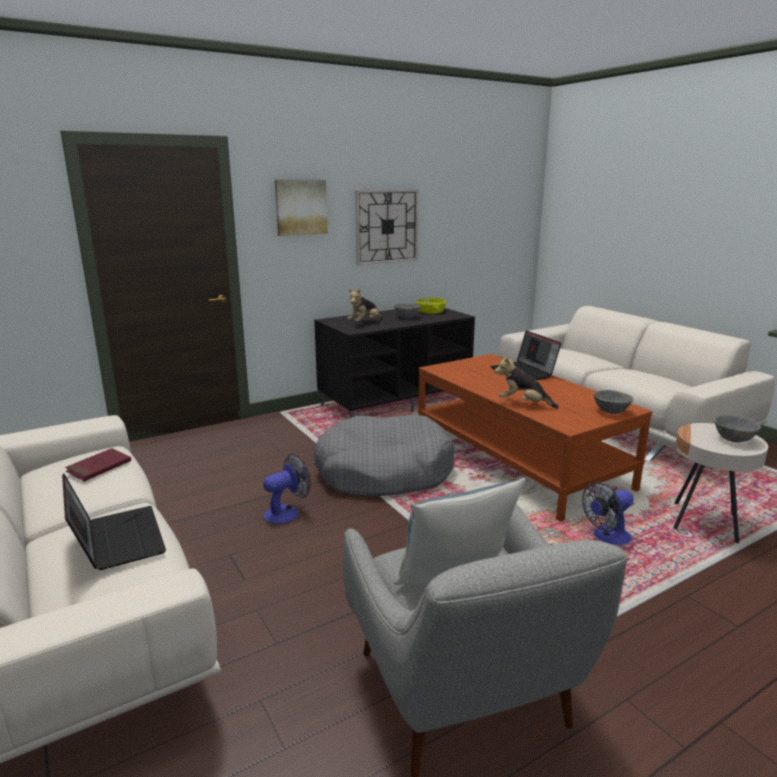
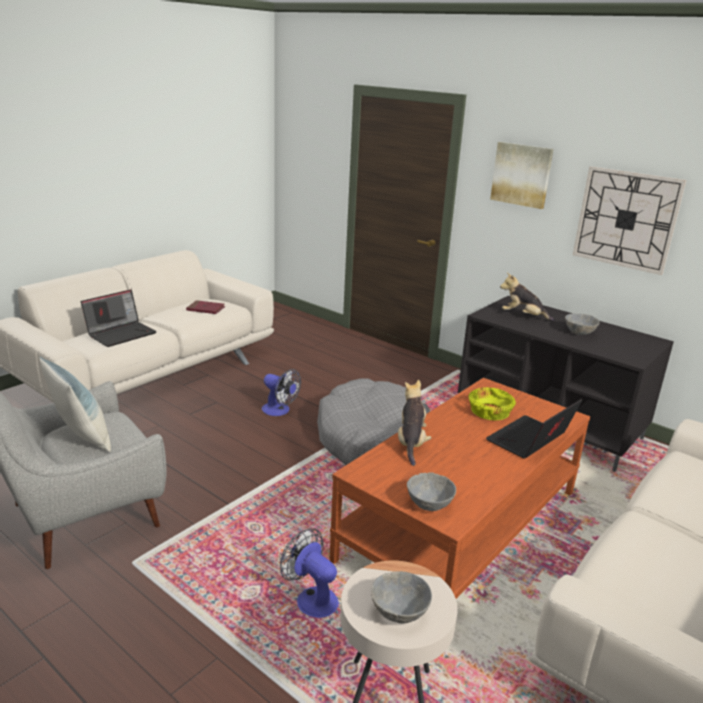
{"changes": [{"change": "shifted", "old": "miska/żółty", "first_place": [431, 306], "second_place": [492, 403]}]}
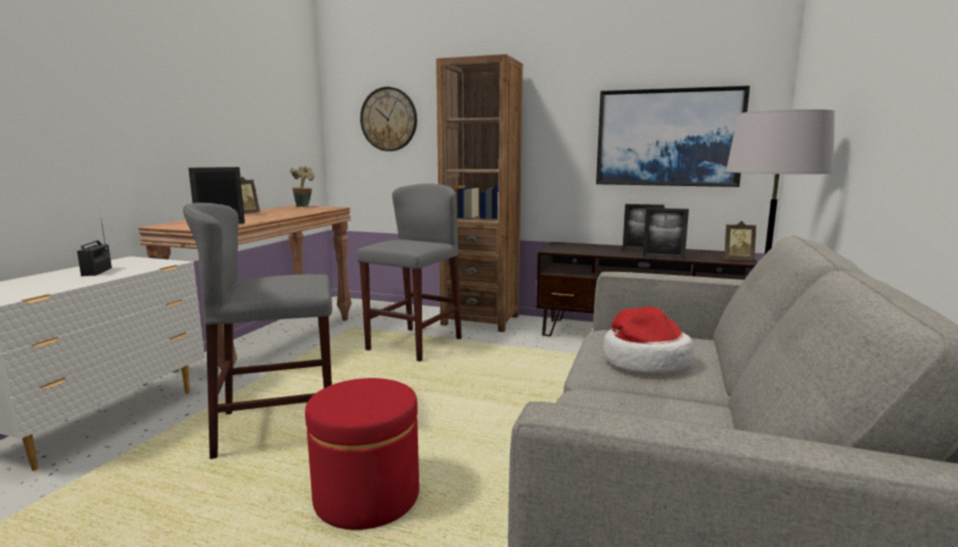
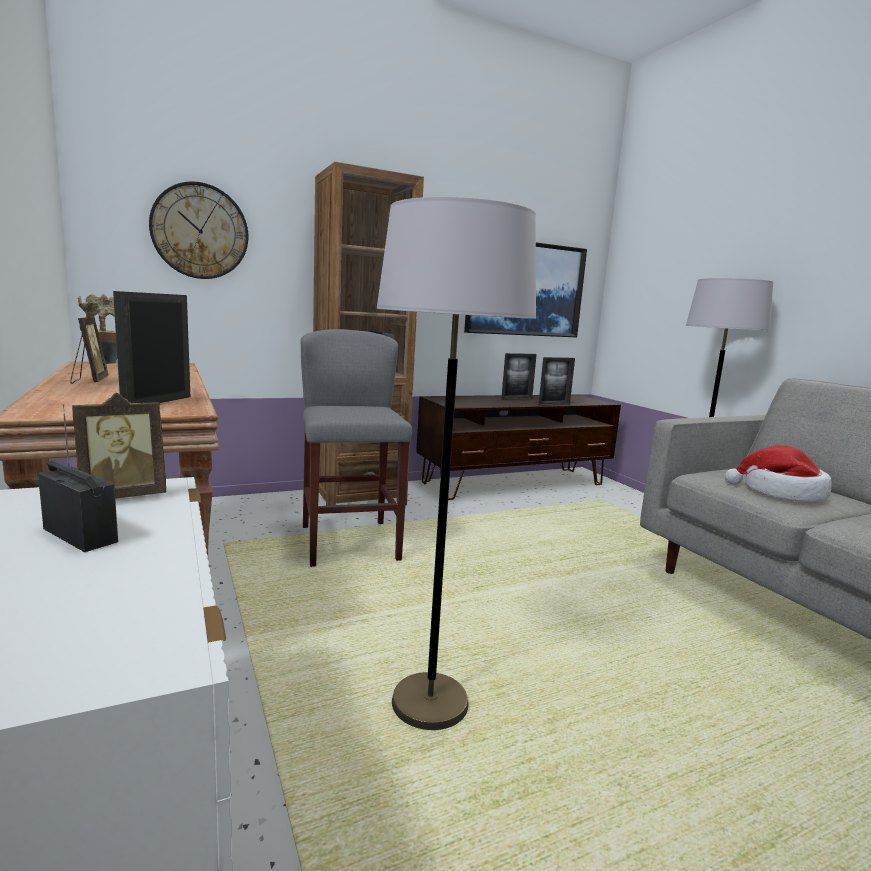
{"changes": [{"change": "swapped", "old": "stołek/szary", "new": "lampa stojąca/szary", "first_place": [257, 331], "second_place": [456, 463]}, {"change": "gone", "old": "pufa/czerwony", "first_place": [362, 454]}, {"change": "shifted", "old": "ramka na zdjęcie", "first_place": [740, 240], "second_place": [119, 446]}]}
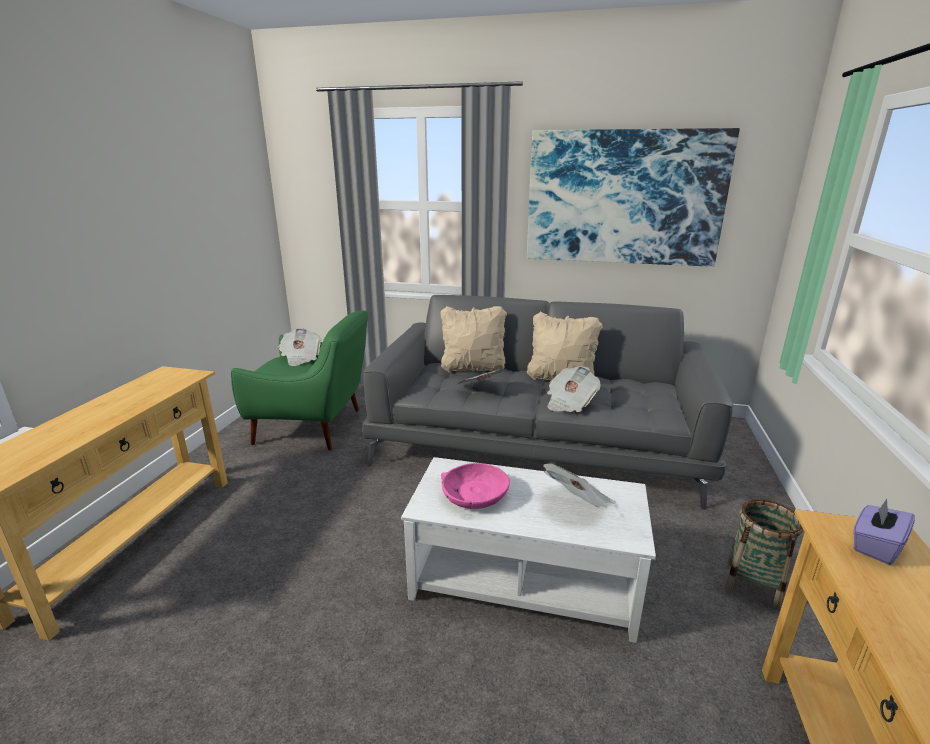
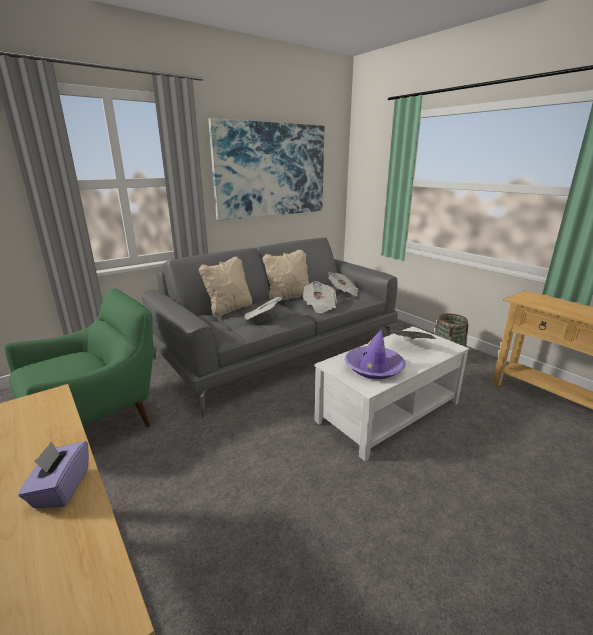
{"changes": [{"change": "shifted", "old": "gazeta", "first_place": [300, 347], "second_place": [343, 284]}, {"change": "swapped", "old": "miska/różowy", "new": "kapelusz/fioletowy", "first_place": [475, 486], "second_place": [375, 354]}, {"change": "shifted", "old": "pudełko chusteczek/fioletowy", "first_place": [884, 531], "second_place": [53, 474]}]}
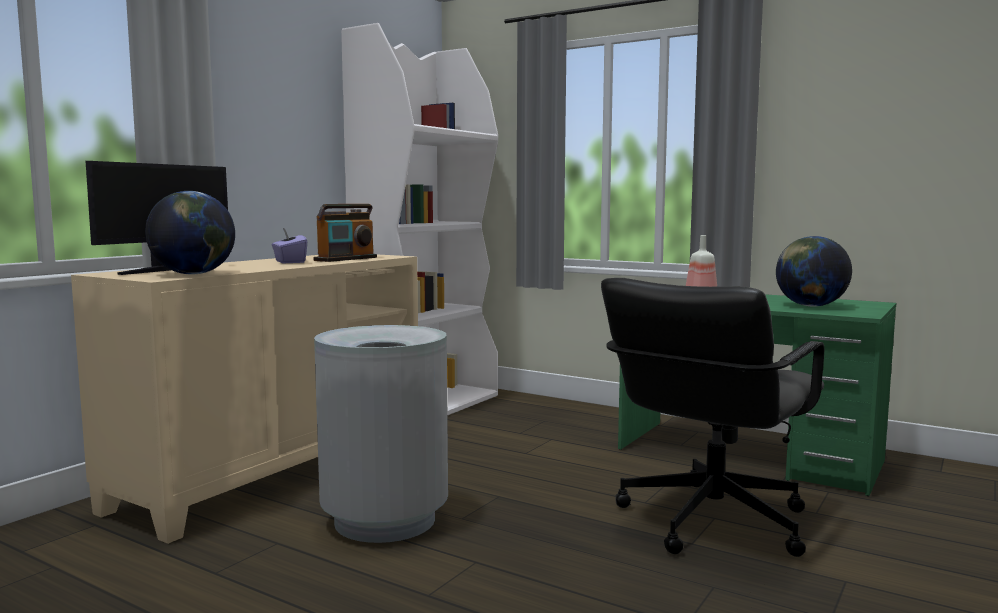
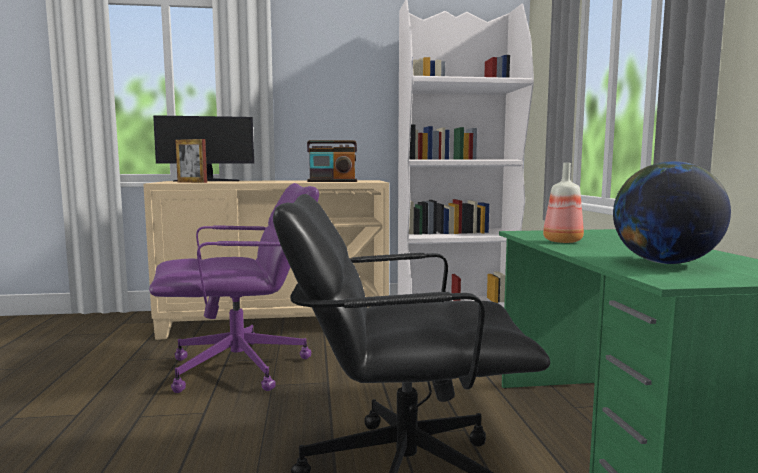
{"changes": [{"change": "swapped", "old": "globus", "new": "ramka na zdjęcie", "first_place": [190, 233], "second_place": [191, 161]}, {"change": "gone", "old": "pudełko chusteczek/fioletowy", "first_place": [289, 245]}, {"change": "swapped", "old": "kosz na śmieci/szary", "new": "krzesło biurowe/fioletowy", "first_place": [381, 434], "second_place": [234, 288]}]}
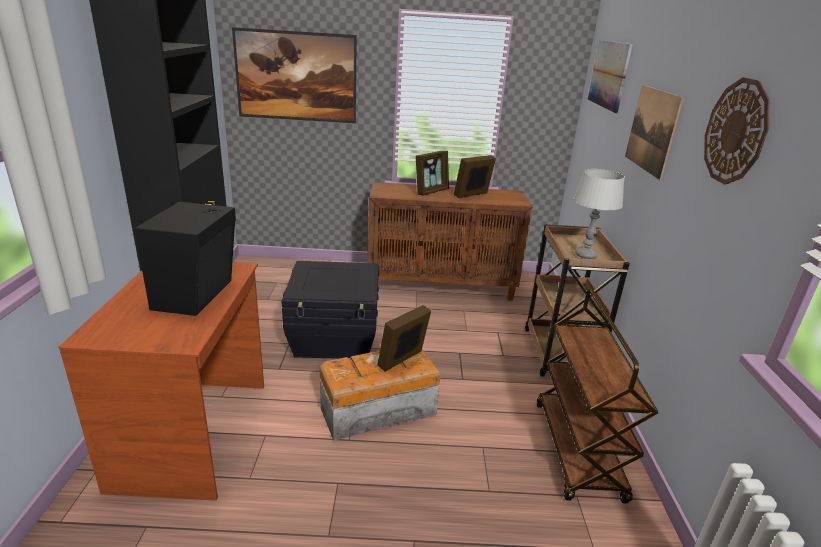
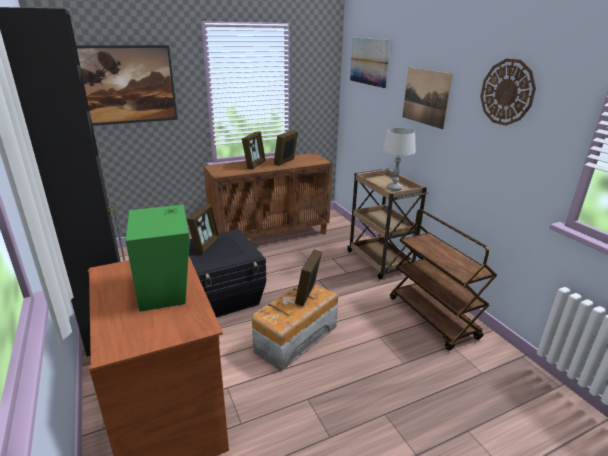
{"changes": [{"change": "repainted", "old": "głośnik/czarny", "new": "głośnik/zielony", "first_place": [185, 258], "second_place": [157, 258]}, {"change": "new", "new": "ramka na zdjęcie", "second_place": [203, 229]}]}
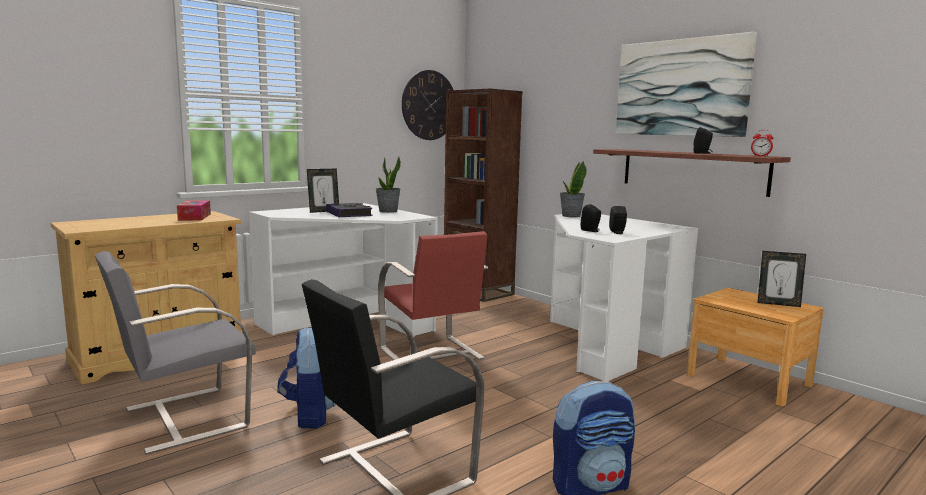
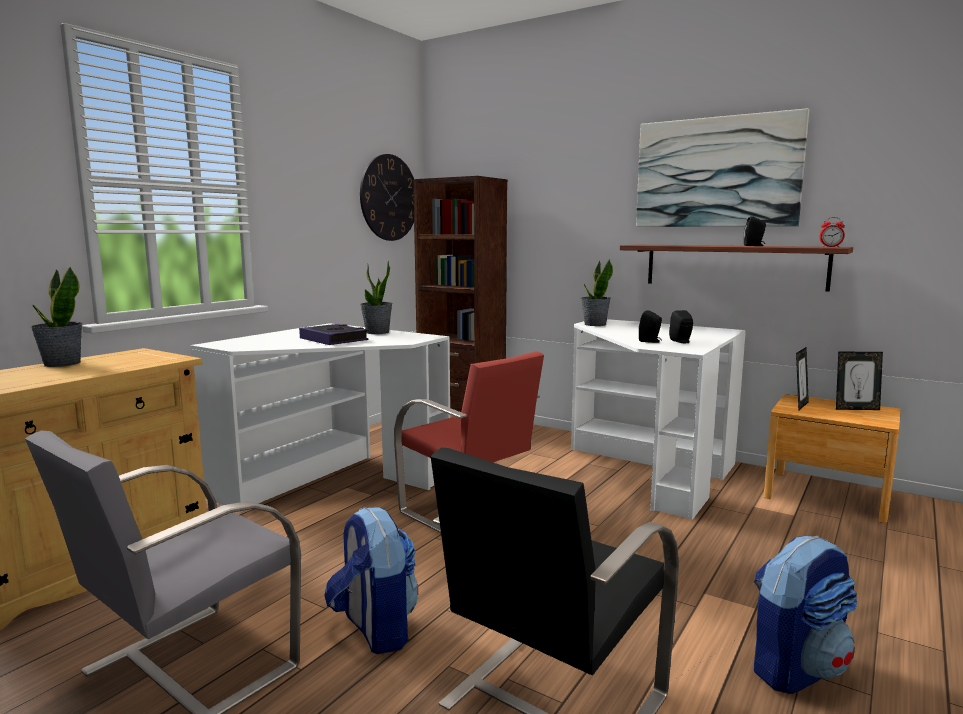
{"changes": [{"change": "gone", "old": "pudełko chusteczek", "first_place": [194, 210]}, {"change": "shifted", "old": "ramka na zdjęcie", "first_place": [323, 191], "second_place": [802, 379]}, {"change": "new", "new": "roślina doniczkowa", "second_place": [56, 317]}]}
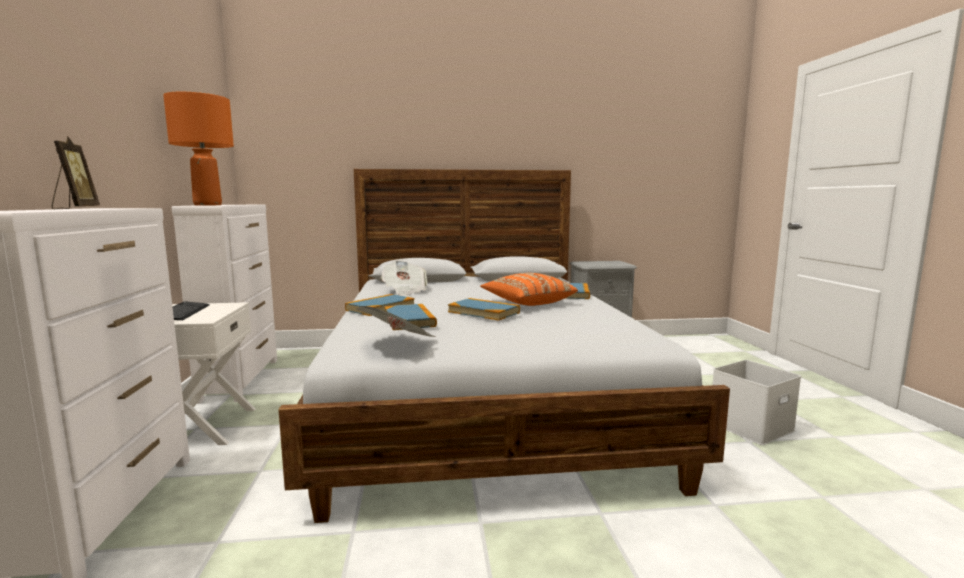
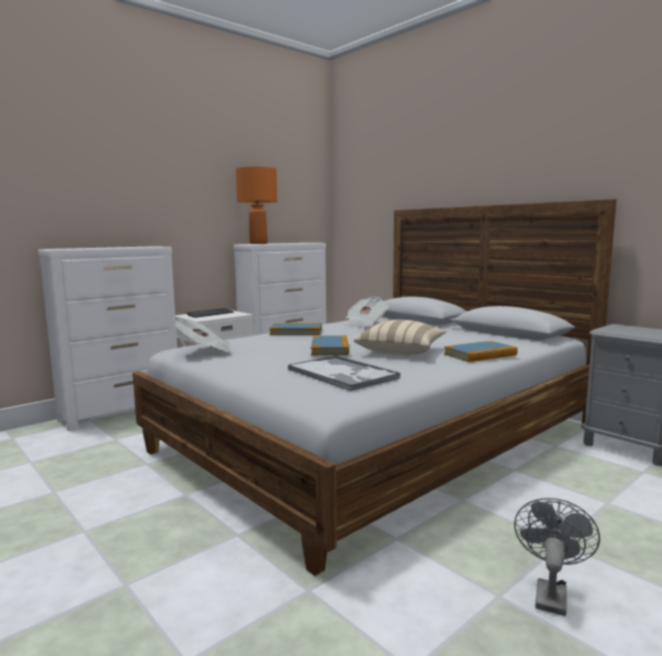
{"changes": [{"change": "gone", "old": "ramka na zdjęcie", "first_place": [76, 172]}, {"change": "gone", "old": "książka", "first_place": [410, 317]}, {"change": "repainted", "old": "poduszka/pomarańczowy", "new": "poduszka/beżowy", "first_place": [529, 289], "second_place": [400, 337]}, {"change": "swapped", "old": "pojemnik do przechowywania/biały", "new": "wentylator/szary", "first_place": [757, 402], "second_place": [557, 557]}, {"change": "new", "new": "taca", "second_place": [344, 373]}]}
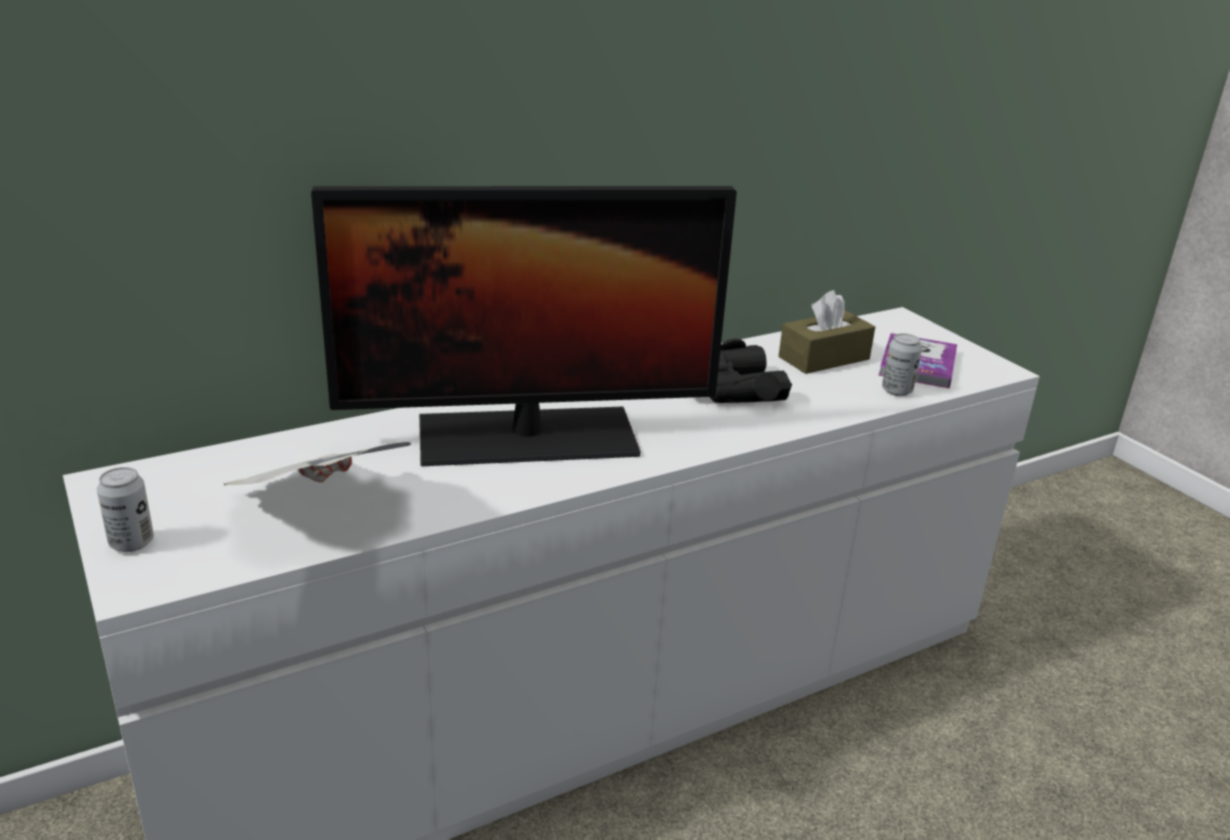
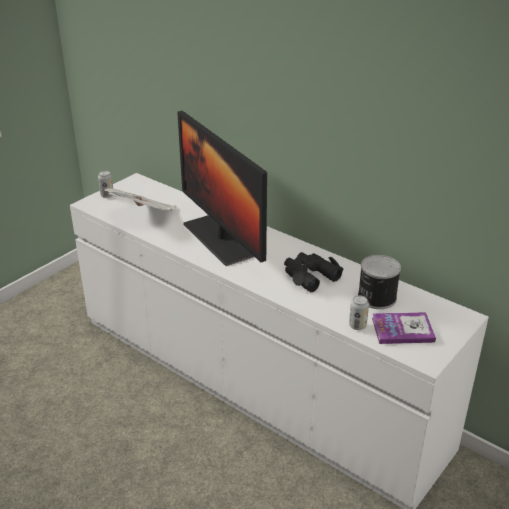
{"changes": [{"change": "swapped", "old": "pudełko chusteczek/brązowy", "new": "puszka", "first_place": [827, 332], "second_place": [379, 282]}]}
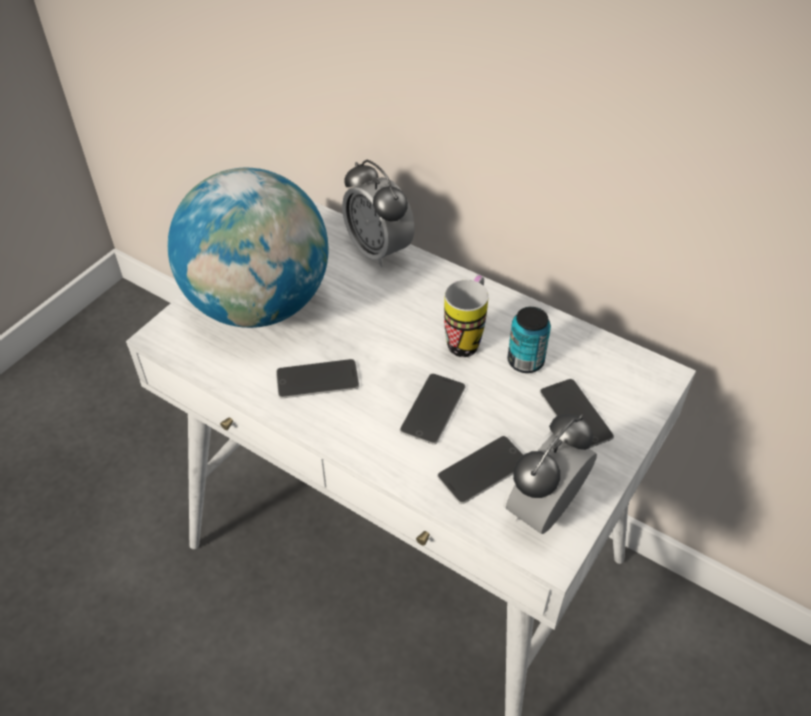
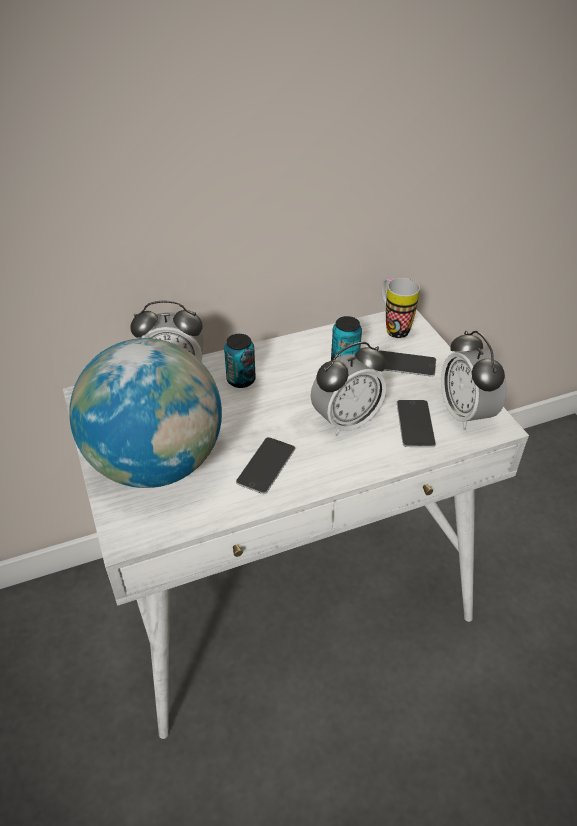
{"changes": [{"change": "swapped", "old": "telefon", "new": "budzik", "first_place": [433, 409], "second_place": [349, 389]}, {"change": "shifted", "old": "kubek", "first_place": [466, 316], "second_place": [401, 307]}, {"change": "new", "new": "puszka", "second_place": [240, 361]}]}
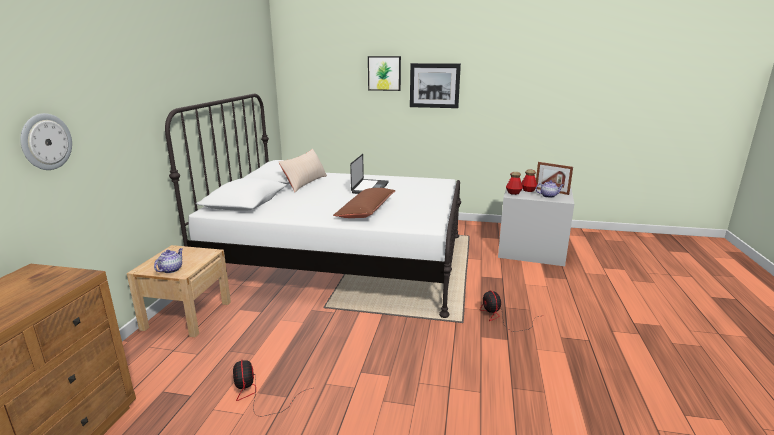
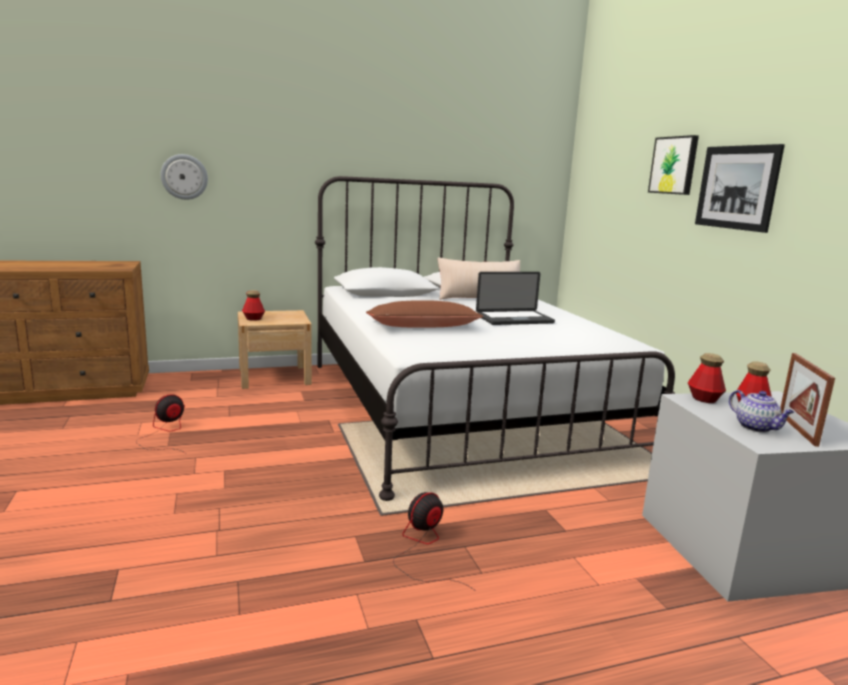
{"changes": [{"change": "swapped", "old": "imbryk", "new": "butelka", "first_place": [168, 260], "second_place": [253, 305]}]}
